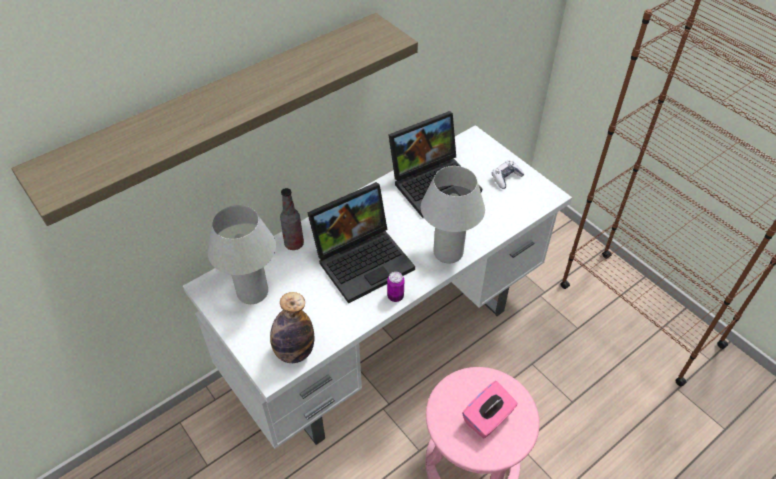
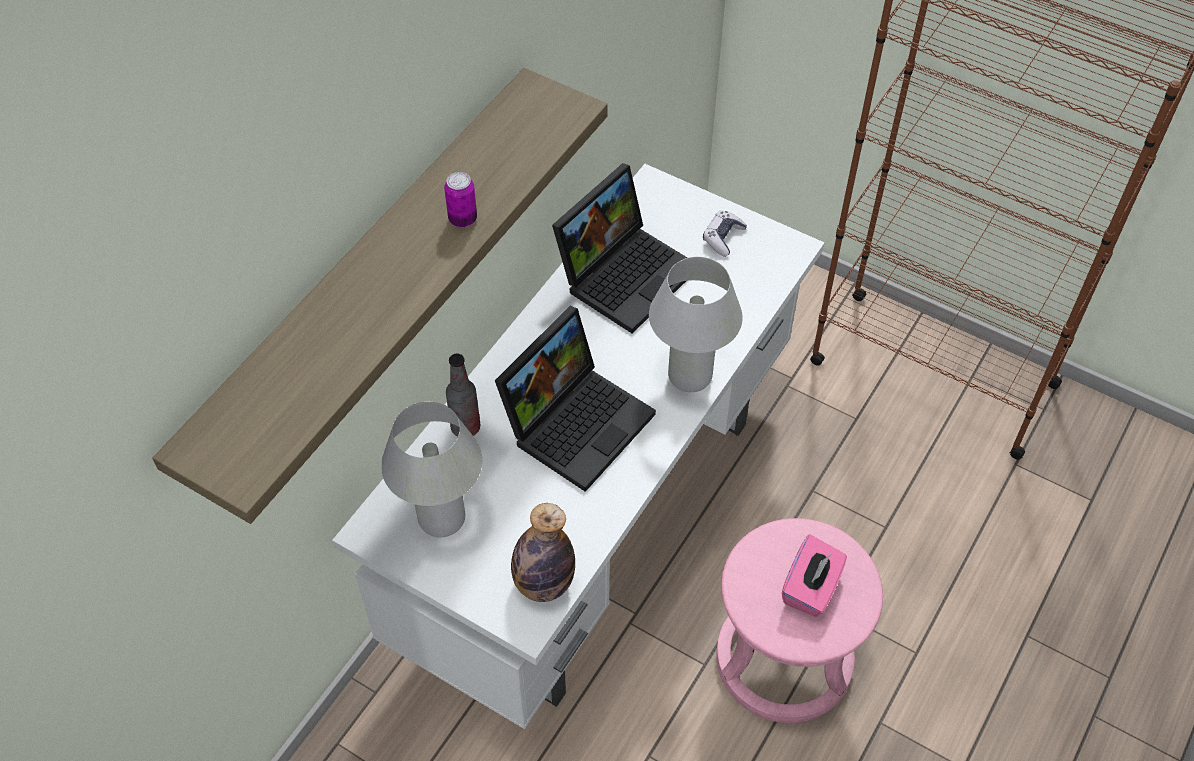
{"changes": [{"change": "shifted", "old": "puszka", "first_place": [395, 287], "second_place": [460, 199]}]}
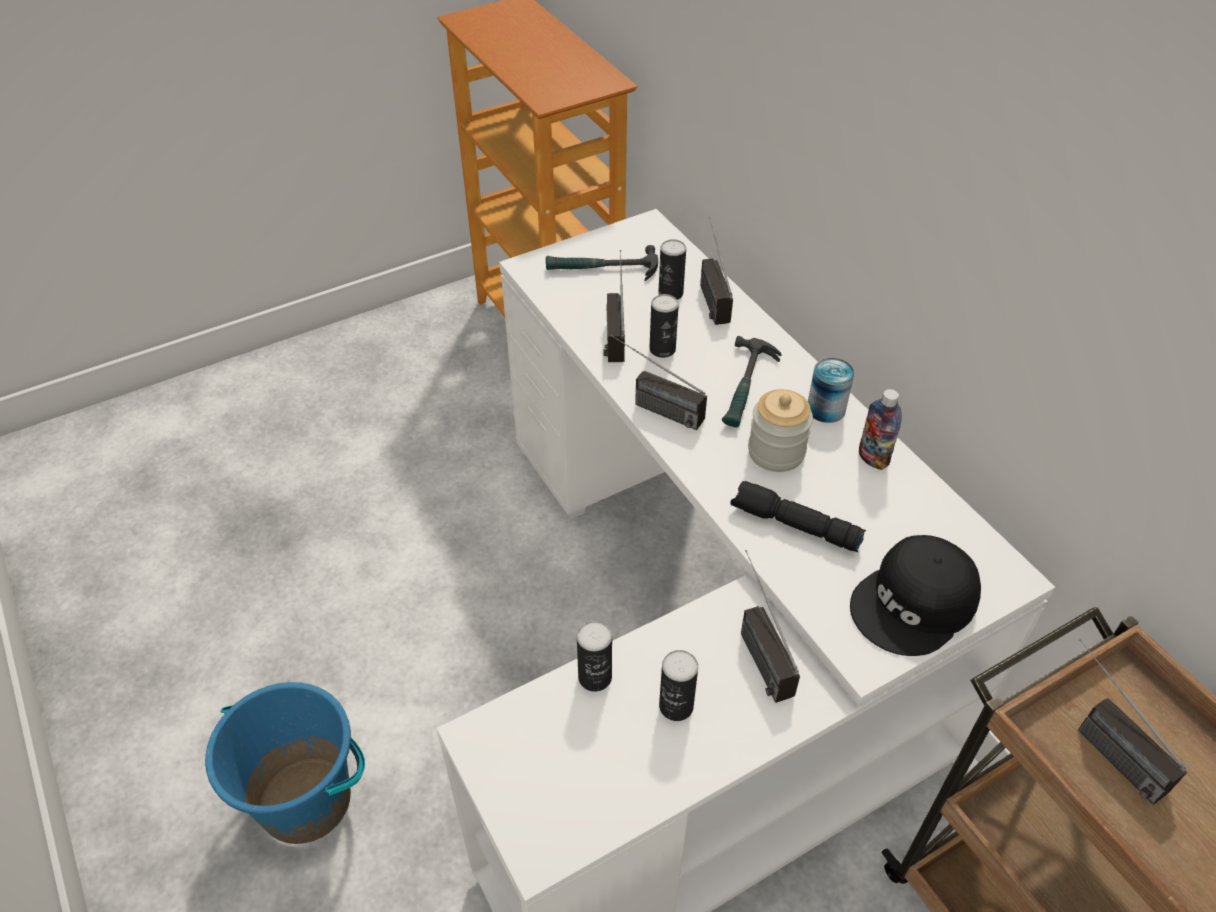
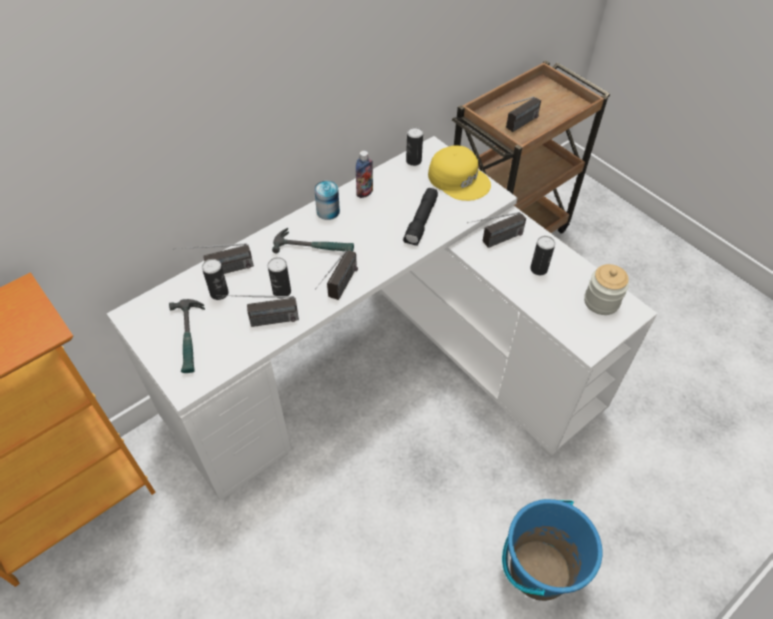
{"changes": [{"change": "shifted", "old": "puszka", "first_place": [594, 656], "second_place": [414, 146]}, {"change": "shifted", "old": "słoik", "first_place": [780, 430], "second_place": [606, 289]}, {"change": "repainted", "old": "czapka z daszkiem/czarny", "new": "czapka z daszkiem/żółty", "first_place": [915, 595], "second_place": [459, 173]}]}
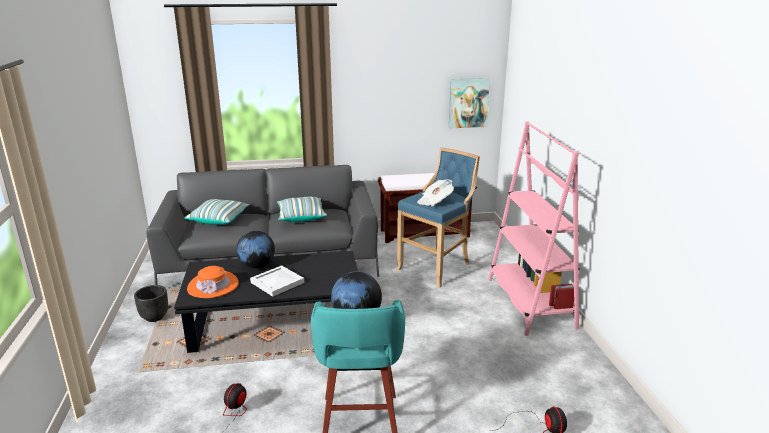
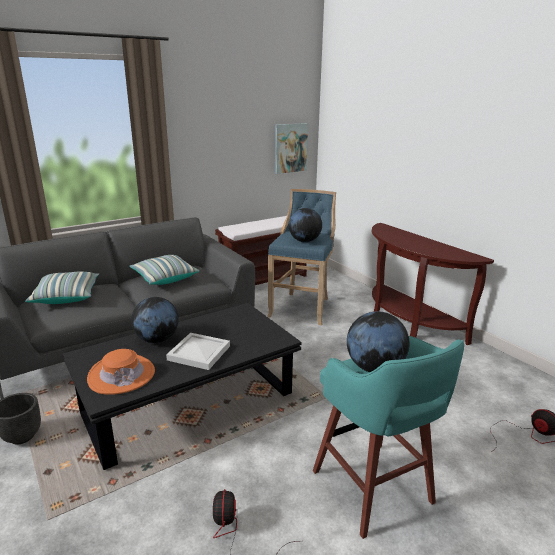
{"changes": [{"change": "swapped", "old": "gazeta", "new": "globus", "first_place": [435, 192], "second_place": [305, 225]}, {"change": "swapped", "old": "regał/różowy", "new": "stolik konsolowy/brązowy", "first_place": [534, 228], "second_place": [433, 284]}]}
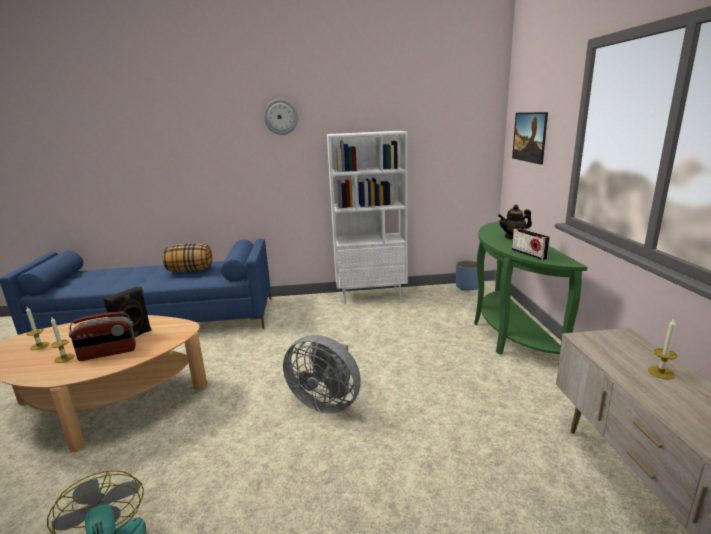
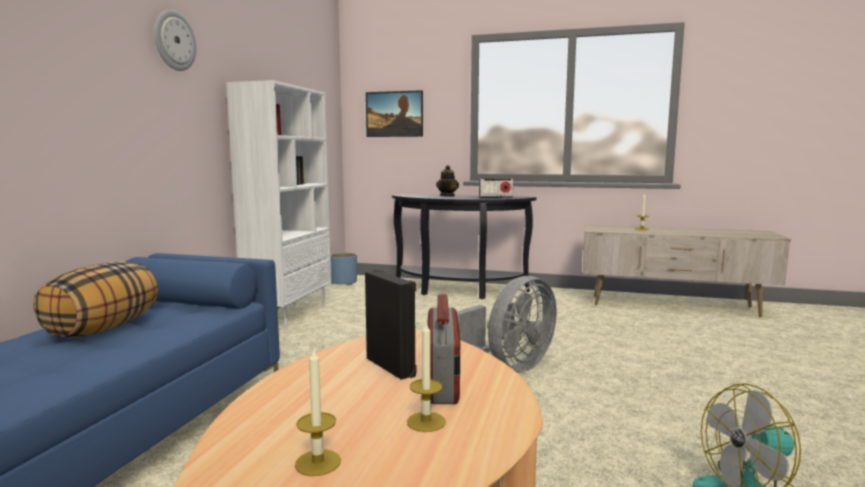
{"changes": [{"change": "repainted", "old": "stolik konsolowy/zielony", "new": "stolik konsolowy/czarny", "first_place": [531, 287], "second_place": [464, 246]}]}
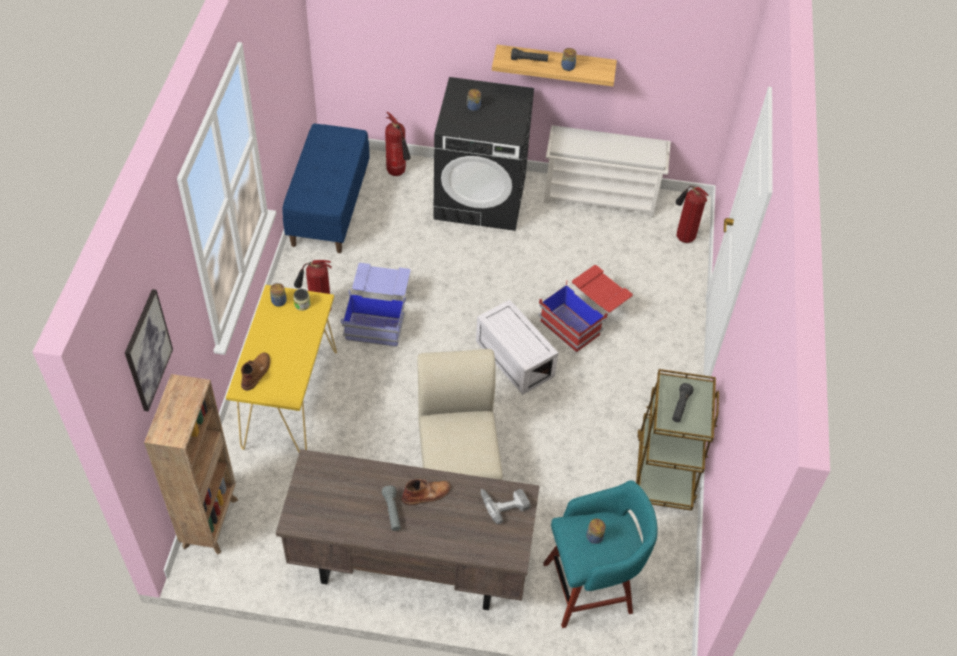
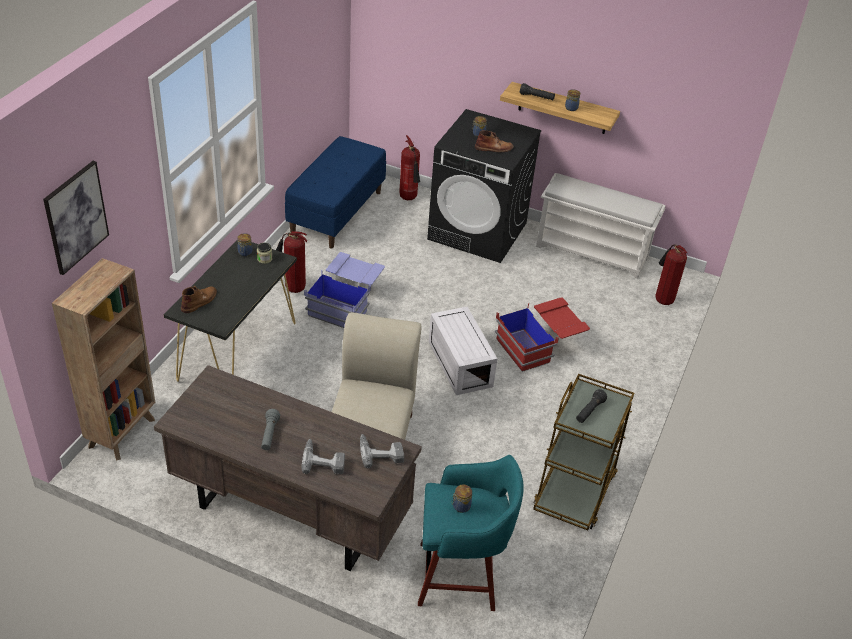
{"changes": [{"change": "repainted", "old": "stolik konsolowy/żółty", "new": "stolik konsolowy/czarny", "first_place": [281, 369], "second_place": [230, 311]}, {"change": "shifted", "old": "but z cholewką/brązowy", "first_place": [426, 492], "second_place": [494, 141]}, {"change": "new", "new": "wiertarka", "second_place": [323, 456]}]}
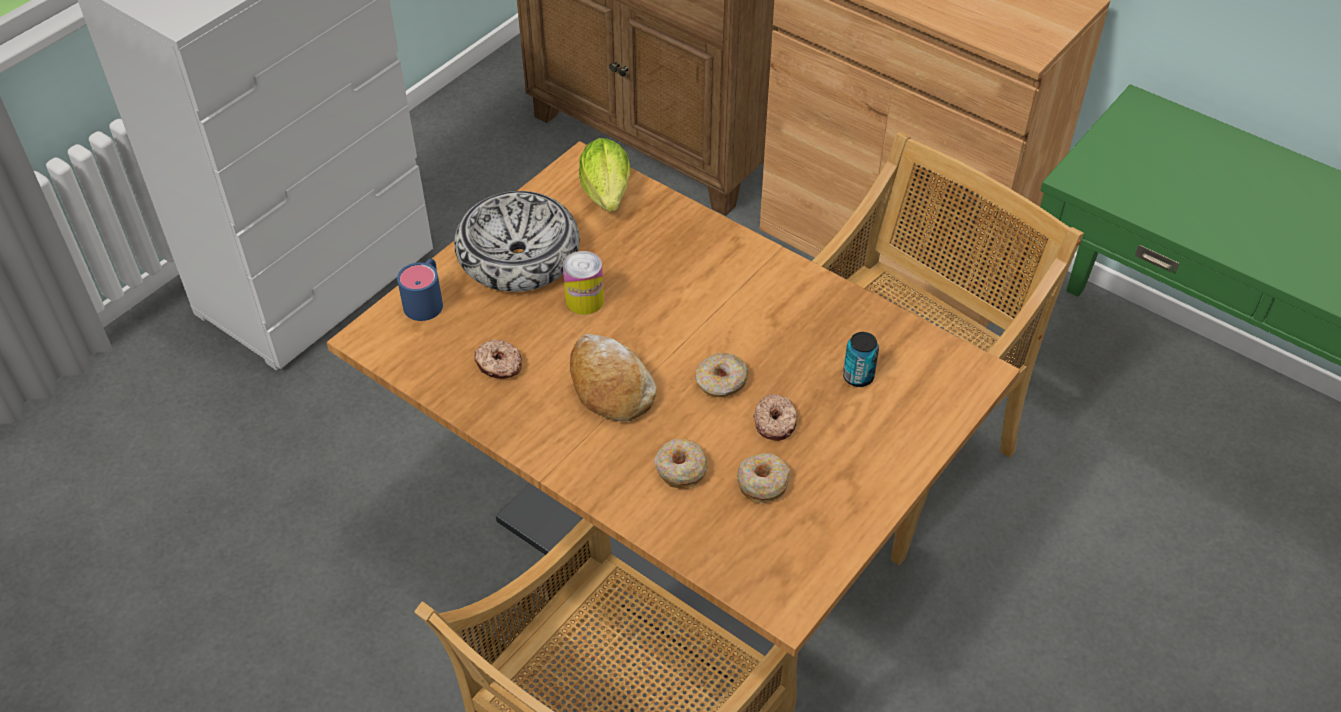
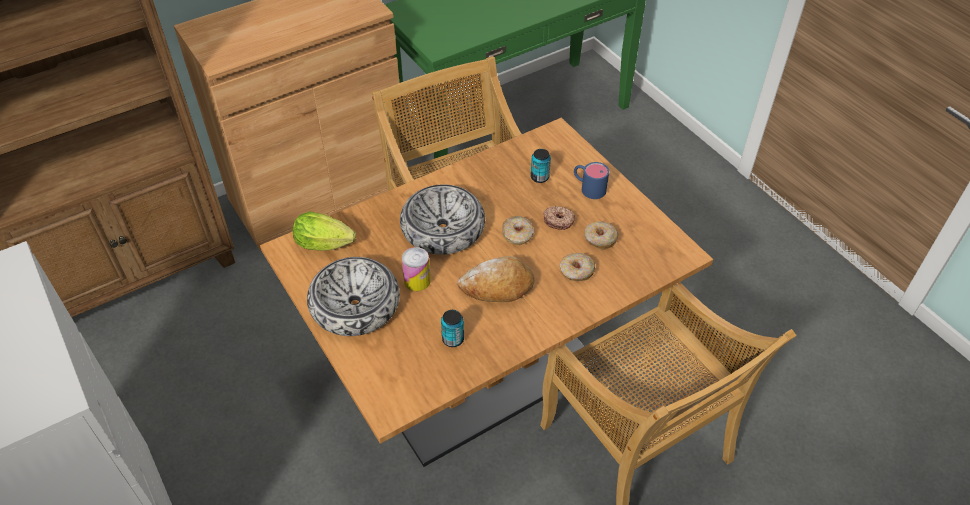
{"changes": [{"change": "shifted", "old": "kubek/niebieski", "first_place": [420, 290], "second_place": [591, 180]}, {"change": "swapped", "old": "donut", "new": "puszka", "first_place": [498, 359], "second_place": [452, 328]}, {"change": "new", "new": "miska", "second_place": [442, 219]}]}
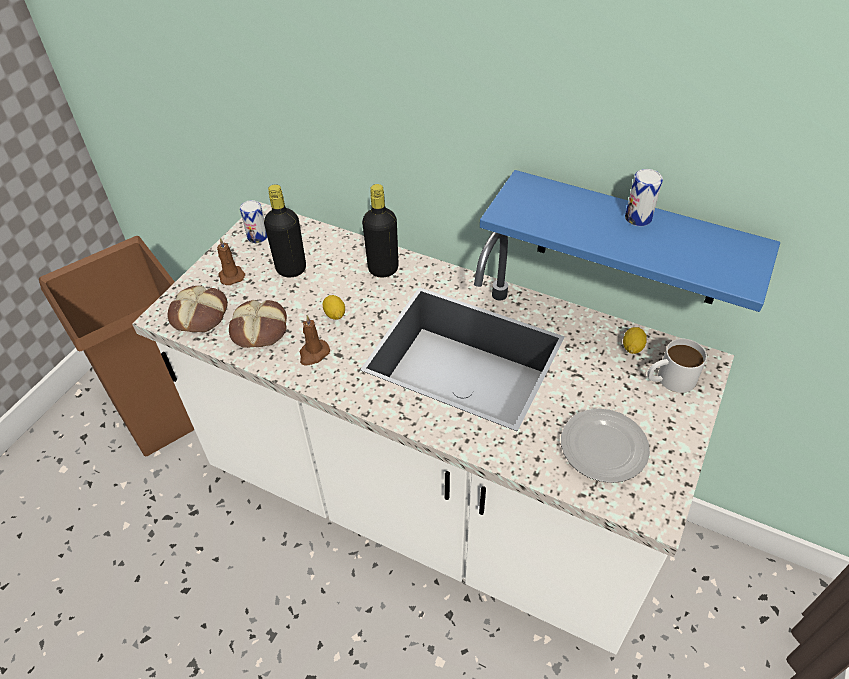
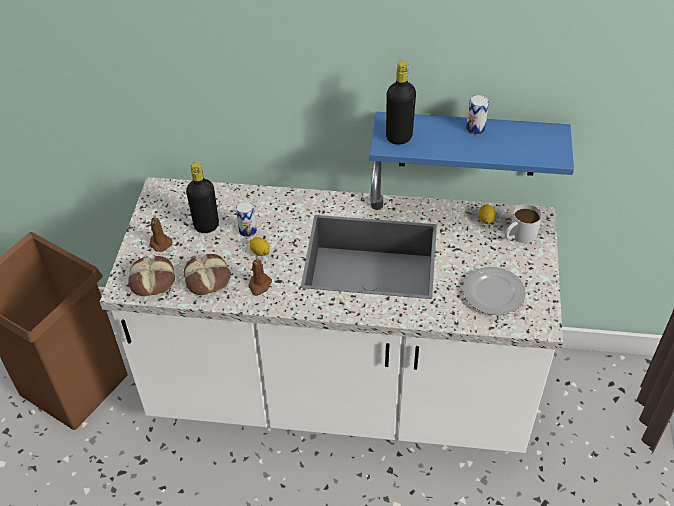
{"changes": [{"change": "shifted", "old": "puszka", "first_place": [253, 221], "second_place": [246, 219]}, {"change": "shifted", "old": "butelka/czarny", "first_place": [380, 230], "second_place": [401, 103]}]}
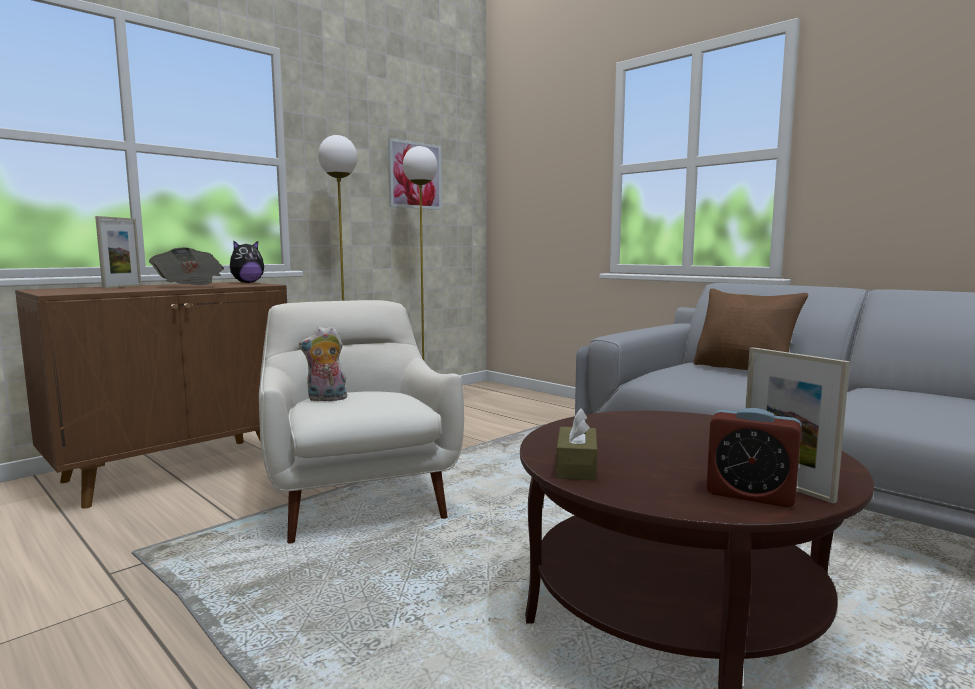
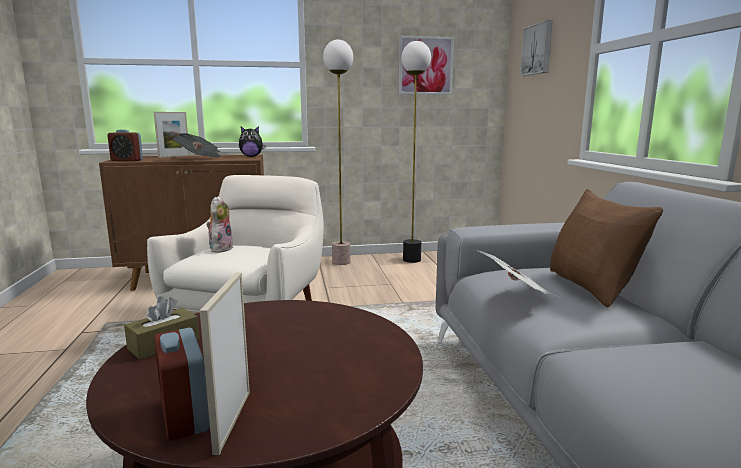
{"changes": [{"change": "rotated", "old": "pluszak", "first_place": [323, 364], "second_place": [220, 224], "degrees": 75}, {"change": "new", "new": "budzik", "second_place": [125, 145]}, {"change": "new", "new": "gazeta", "second_place": [520, 274]}, {"change": "new", "new": "obraz", "second_place": [536, 48]}]}
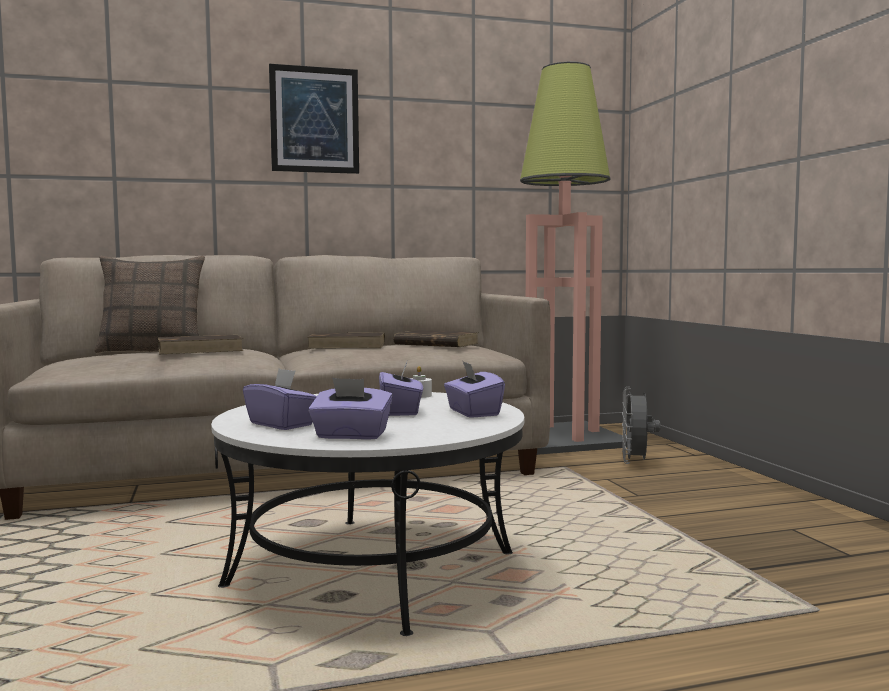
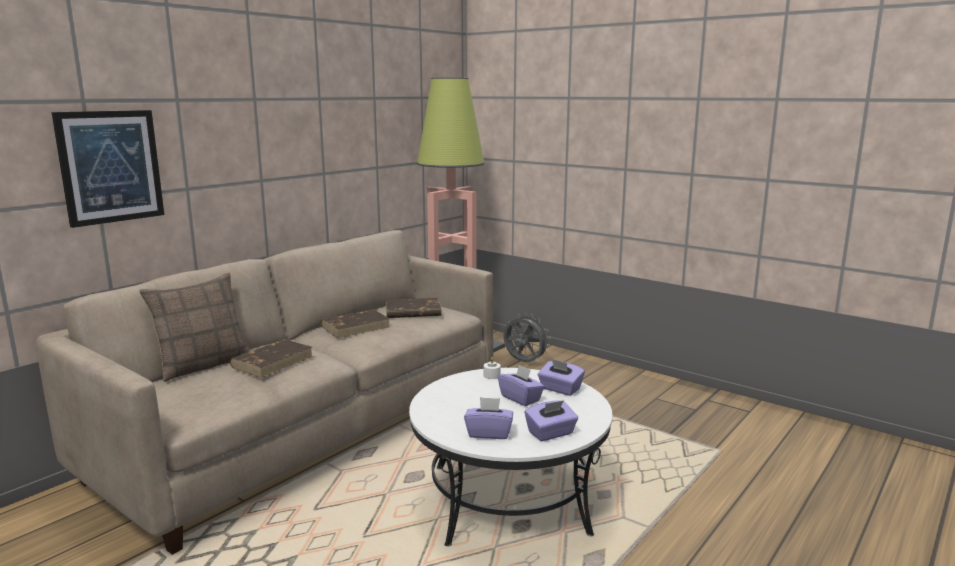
{"changes": [{"change": "shifted", "old": "obraz", "first_place": [314, 119], "second_place": [108, 169]}, {"change": "rotated", "old": "wentylator/szary", "first_place": [641, 425], "second_place": [527, 337], "degrees": 150}]}
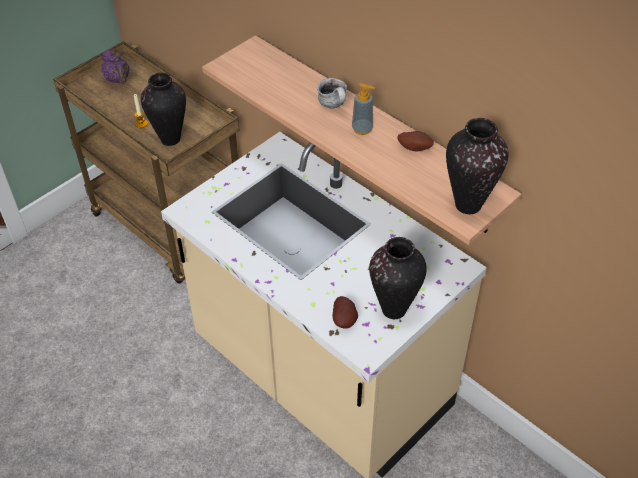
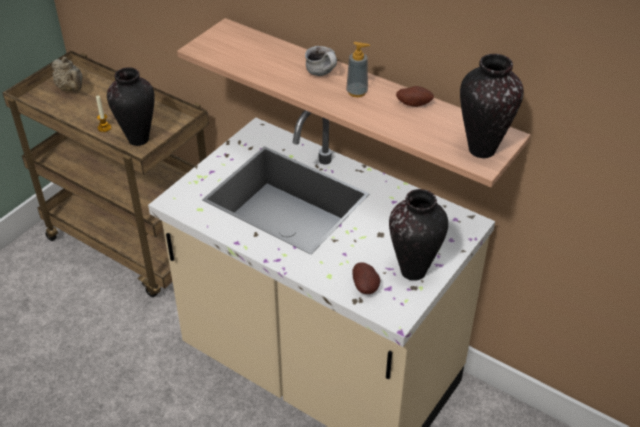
{"changes": [{"change": "repainted", "old": "imbryk/fioletowy", "new": "imbryk/beżowy", "first_place": [116, 67], "second_place": [67, 74]}]}
